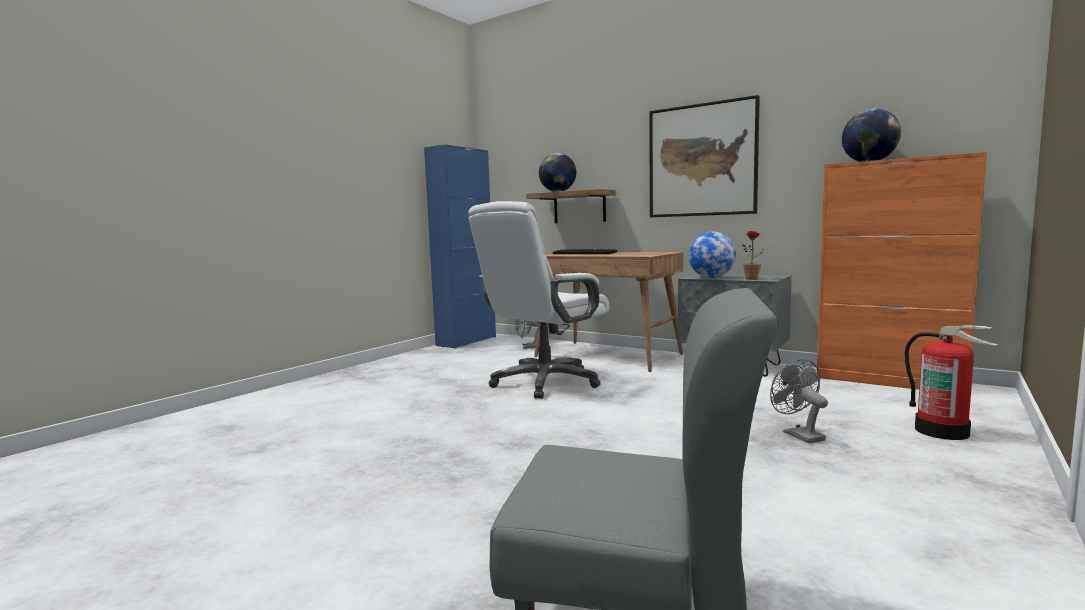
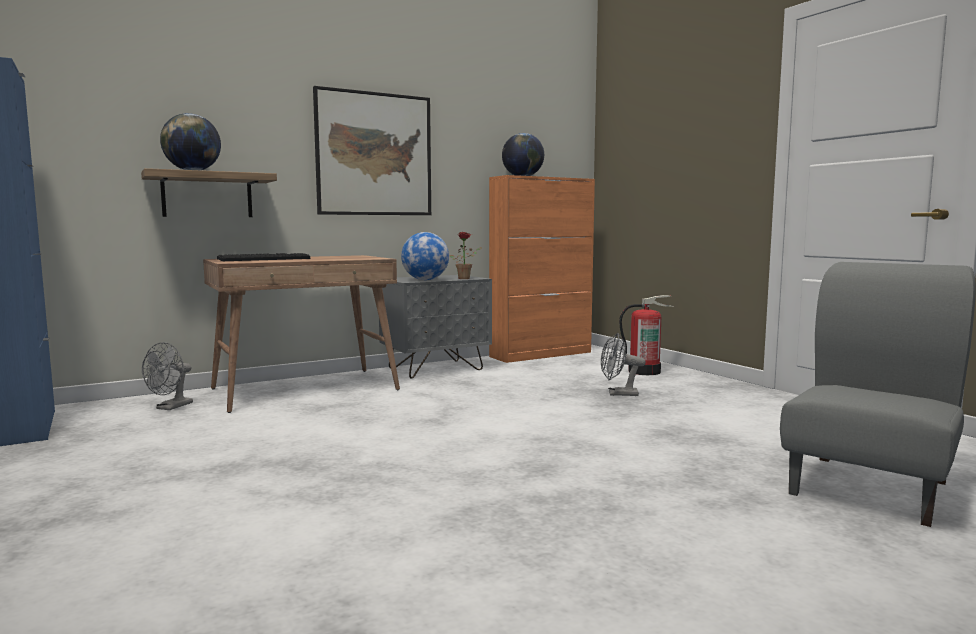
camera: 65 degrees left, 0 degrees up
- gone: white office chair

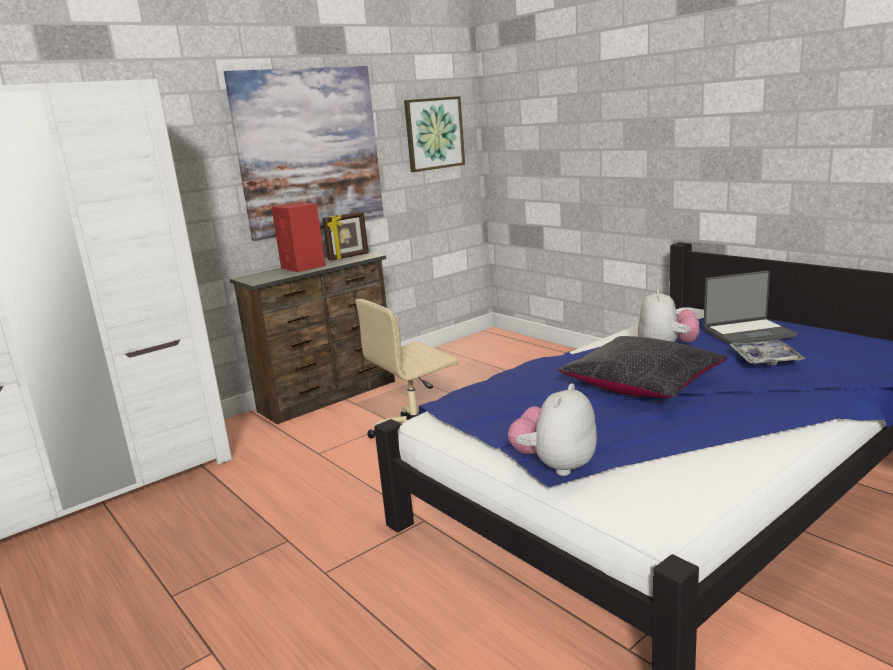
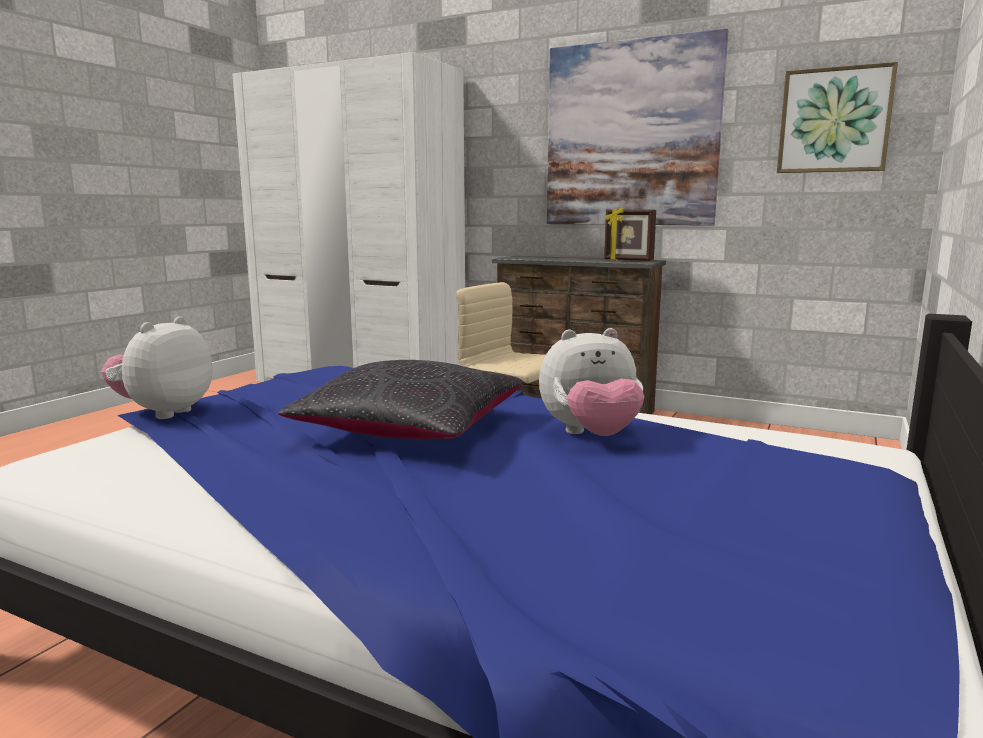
camera: 65 degrees right, 5 degrees down
- gone: red speaker
- gone: laptop
- gone: tray
- rotated: plush toy (no. 1 from left) 75 degrees counterclockwise

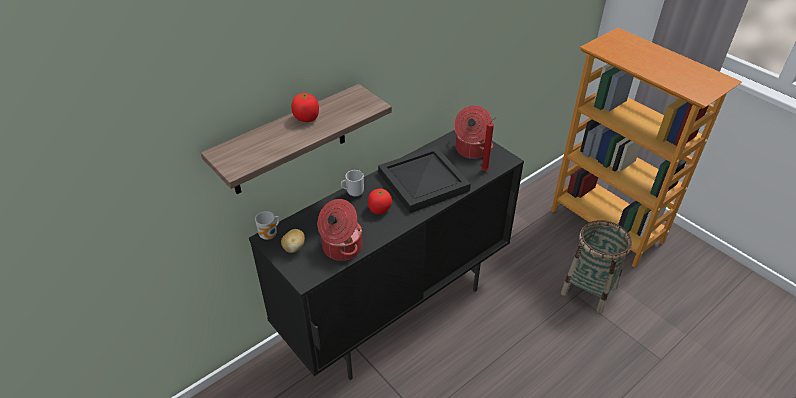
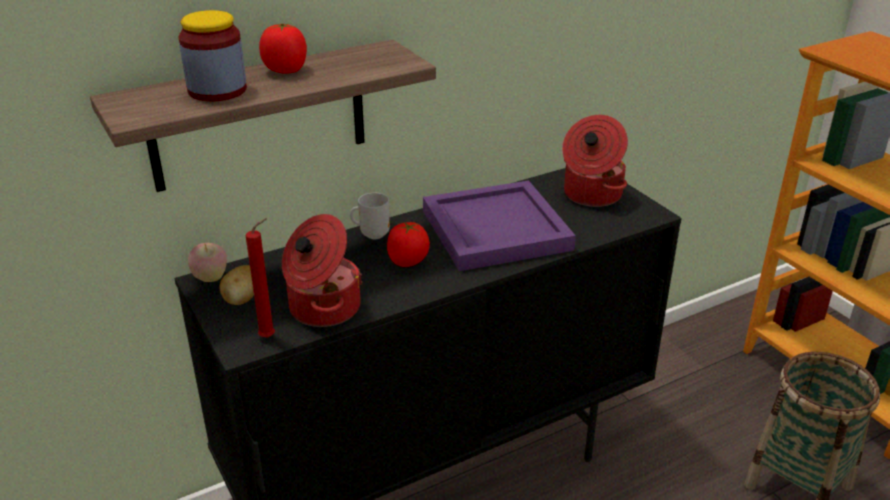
camera: 10 degrees right, 10 degrees down
- new: jar
- shifted: red candle
- swapped: mug (no. 1 from left) to apple
- repainted: black tray to purple tray

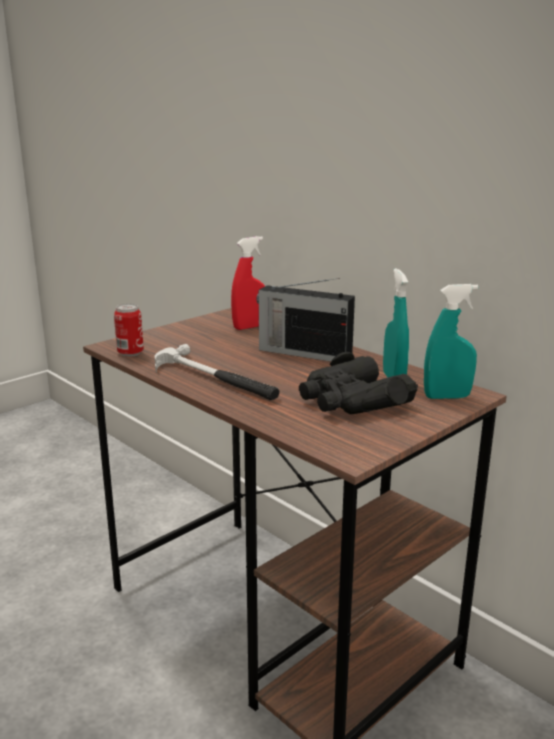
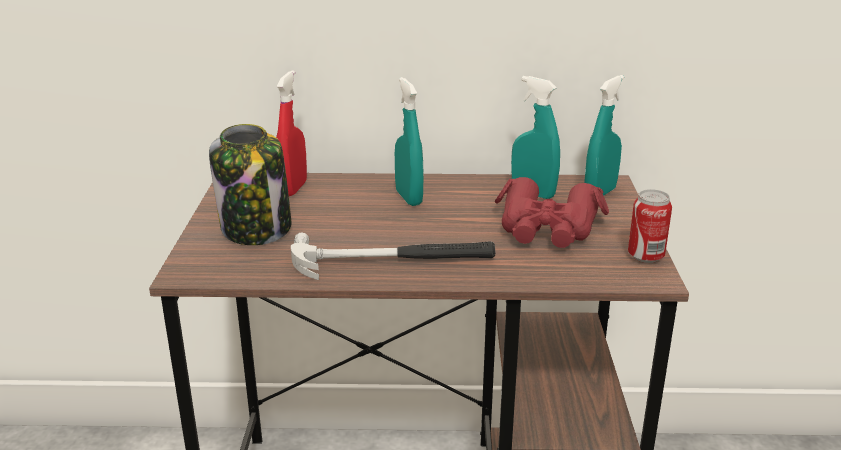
camera: 45 degrees left, 5 degrees up
- new: jar
- shifted: can
- swapped: radio to turquoise spray bottle (no. 1 from left)
- repainted: black binoculars to red binoculars

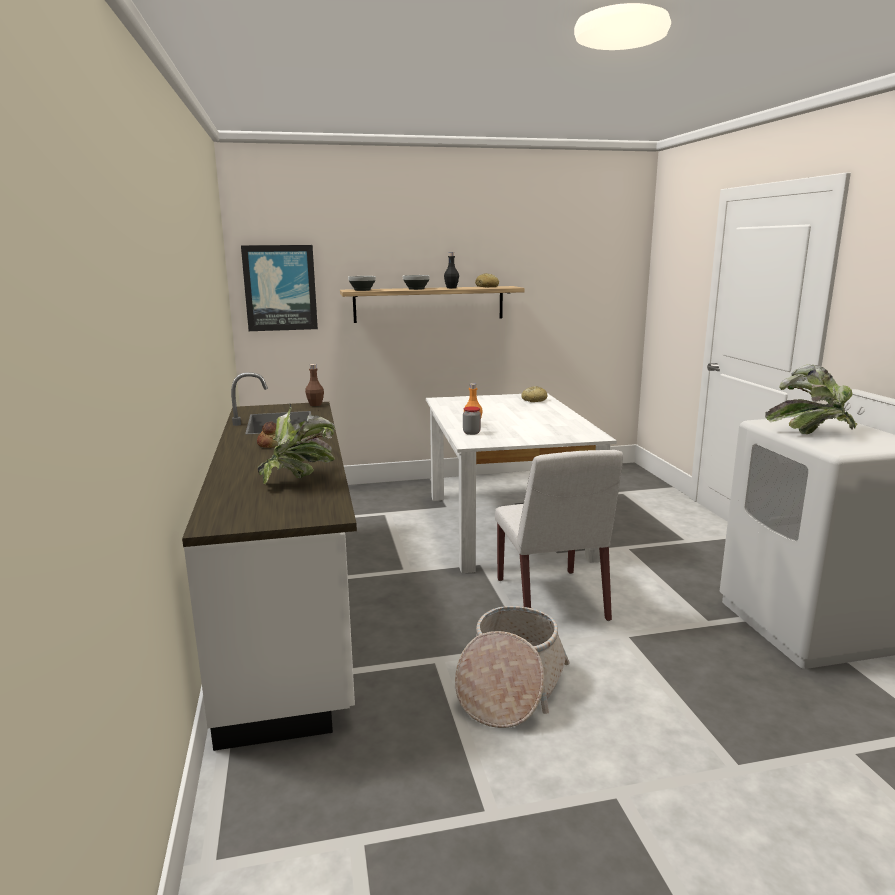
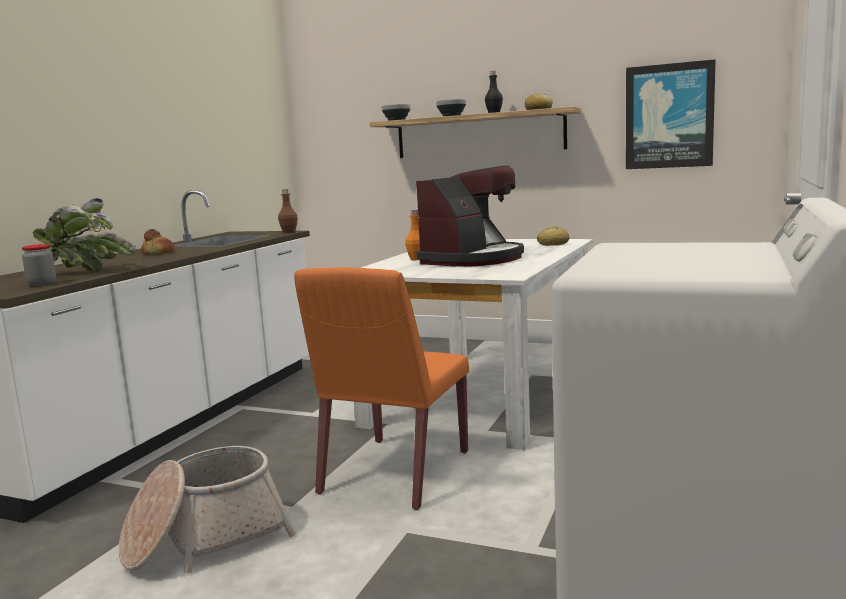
camera: 35 degrees right, 5 degrees down
- gone: potted plant (no. 2 from left)
- new: coffee machine
- shifted: picture
- shifted: jar
- repainted: white chair to orange chair

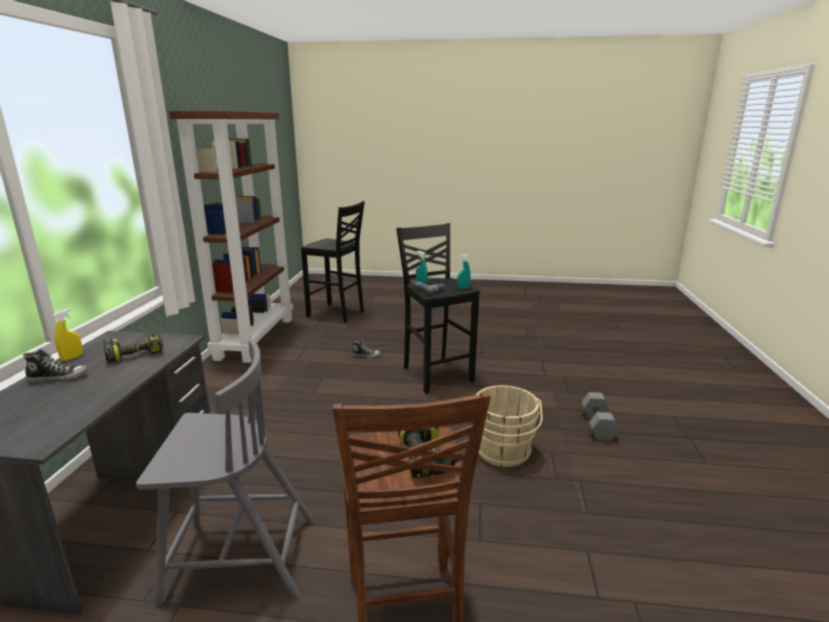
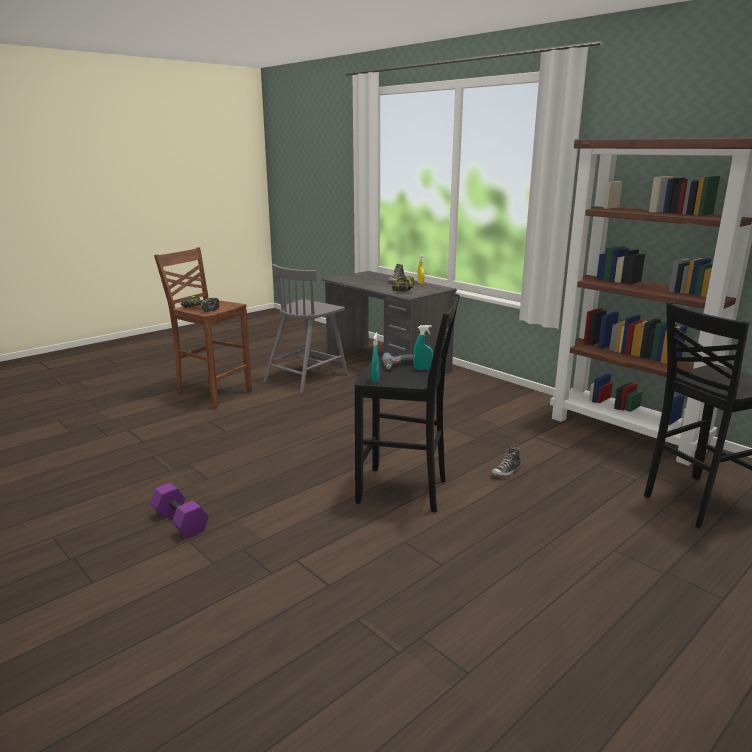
camera: 130 degrees right, 0 degrees up
- gone: beige bucket
- repainted: grey dumbbell to purple dumbbell

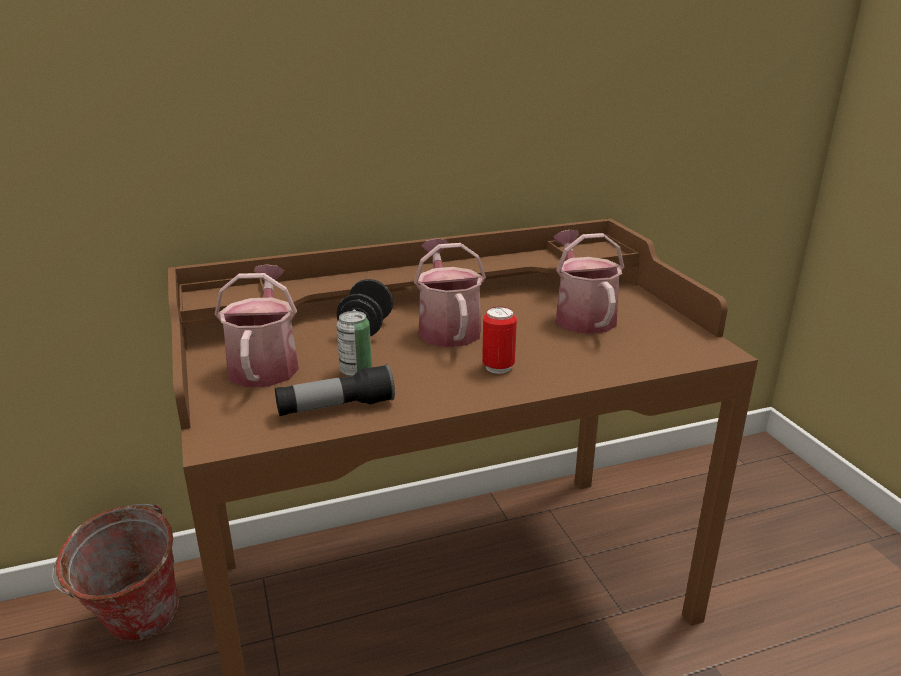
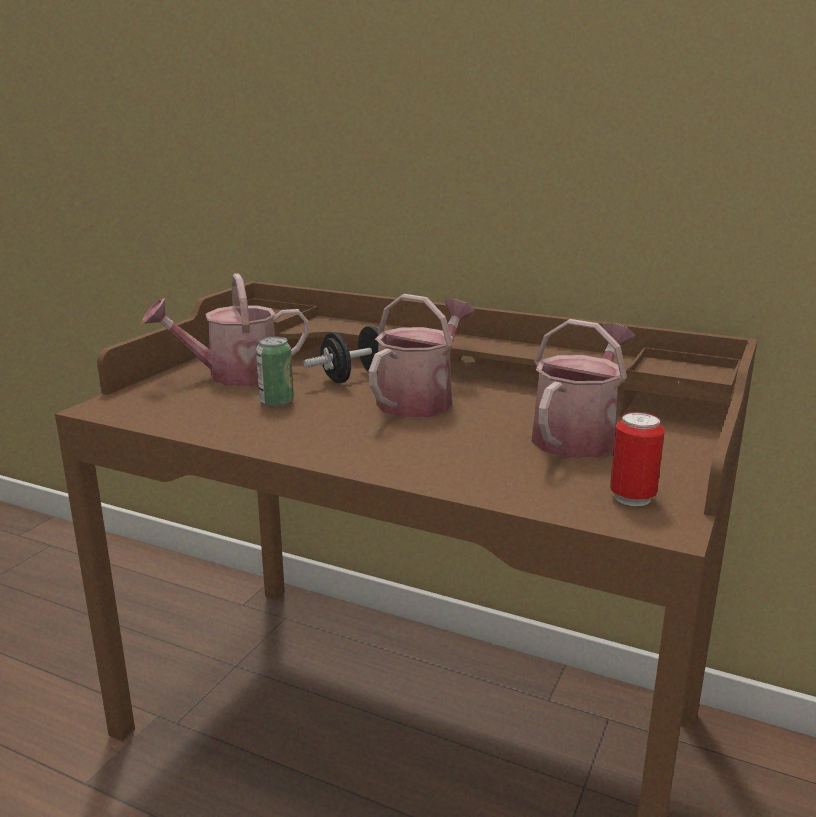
camera: 45 degrees right, 5 degrees down
- gone: bucket
- gone: flashlight
- shifted: can (no. 2 from left)
- rotated: watering can (no. 1 from left) 150 degrees counterclockwise

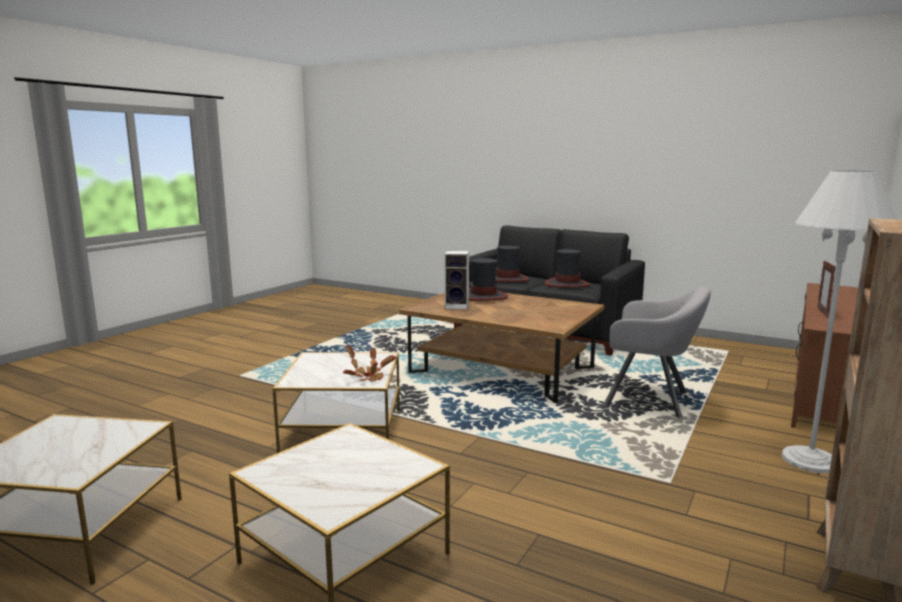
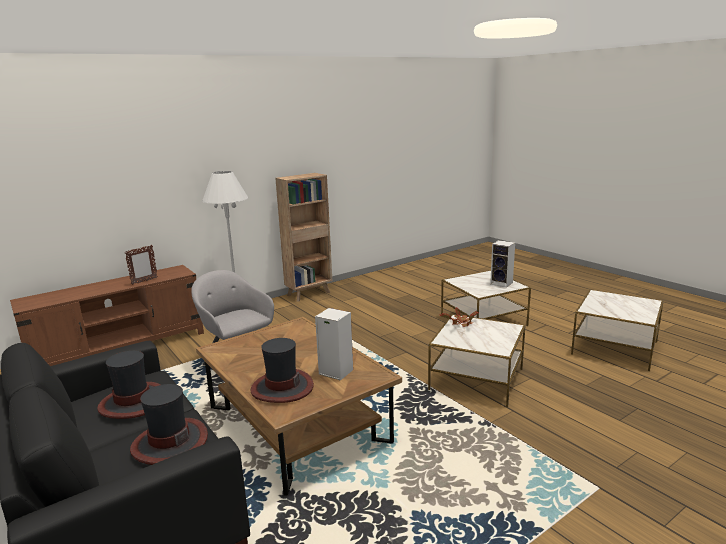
camera: 155 degrees left, 5 degrees up
- new: speaker (no. 2 from left)

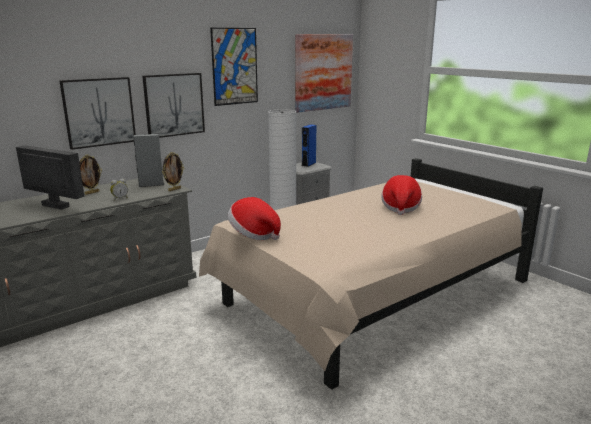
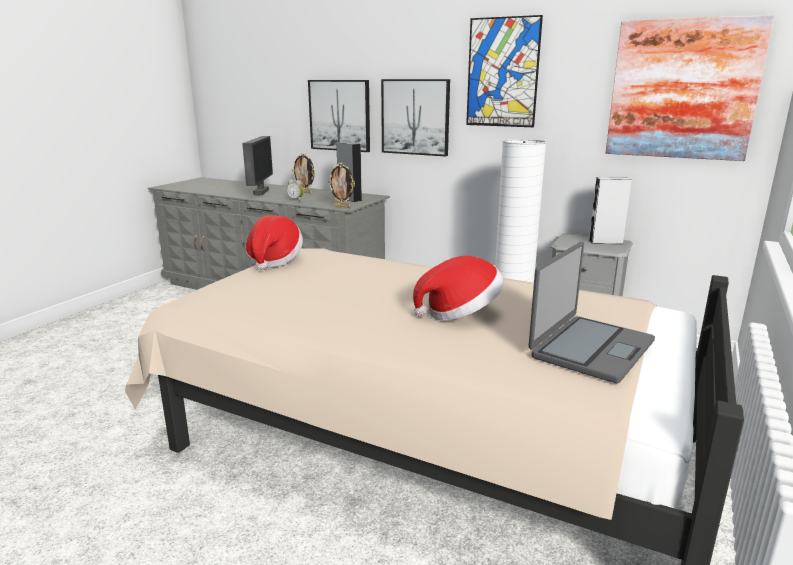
camera: 65 degrees right, 0 degrees up
- new: laptop
- repainted: blue speaker to grey speaker (no. 2 from left)

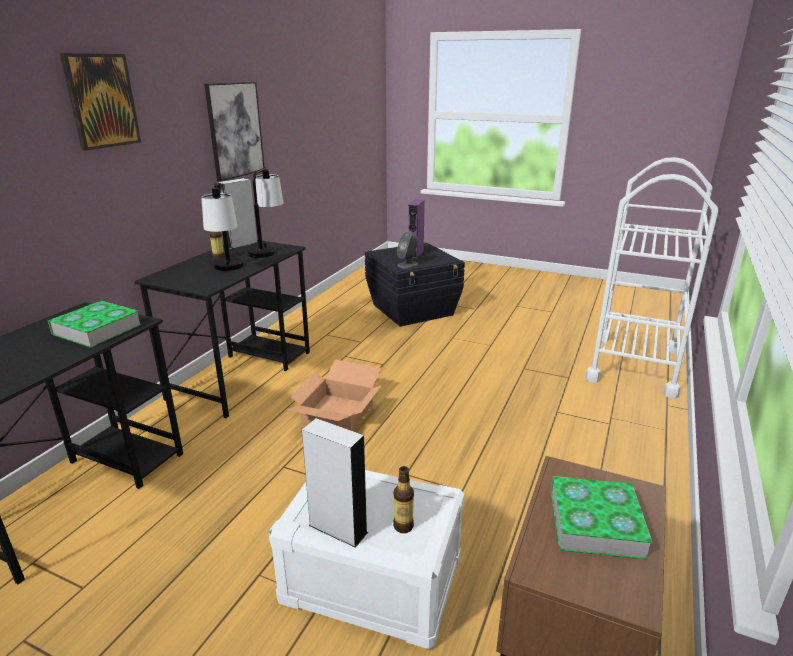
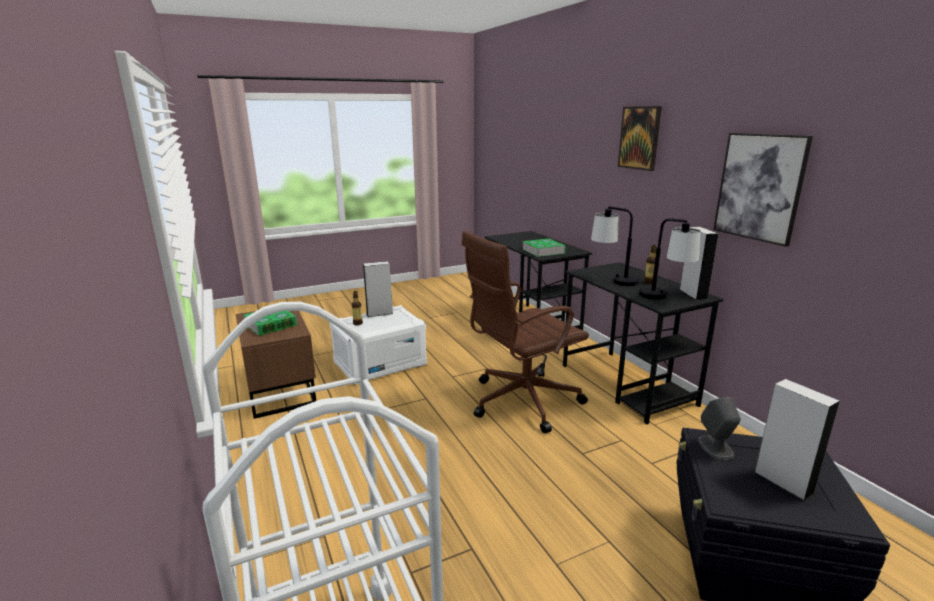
camera: 130 degrees right, 5 degrees down
- swapped: cardboard box to brown office chair
- repainted: purple speaker to grey speaker (no. 4 from left)

